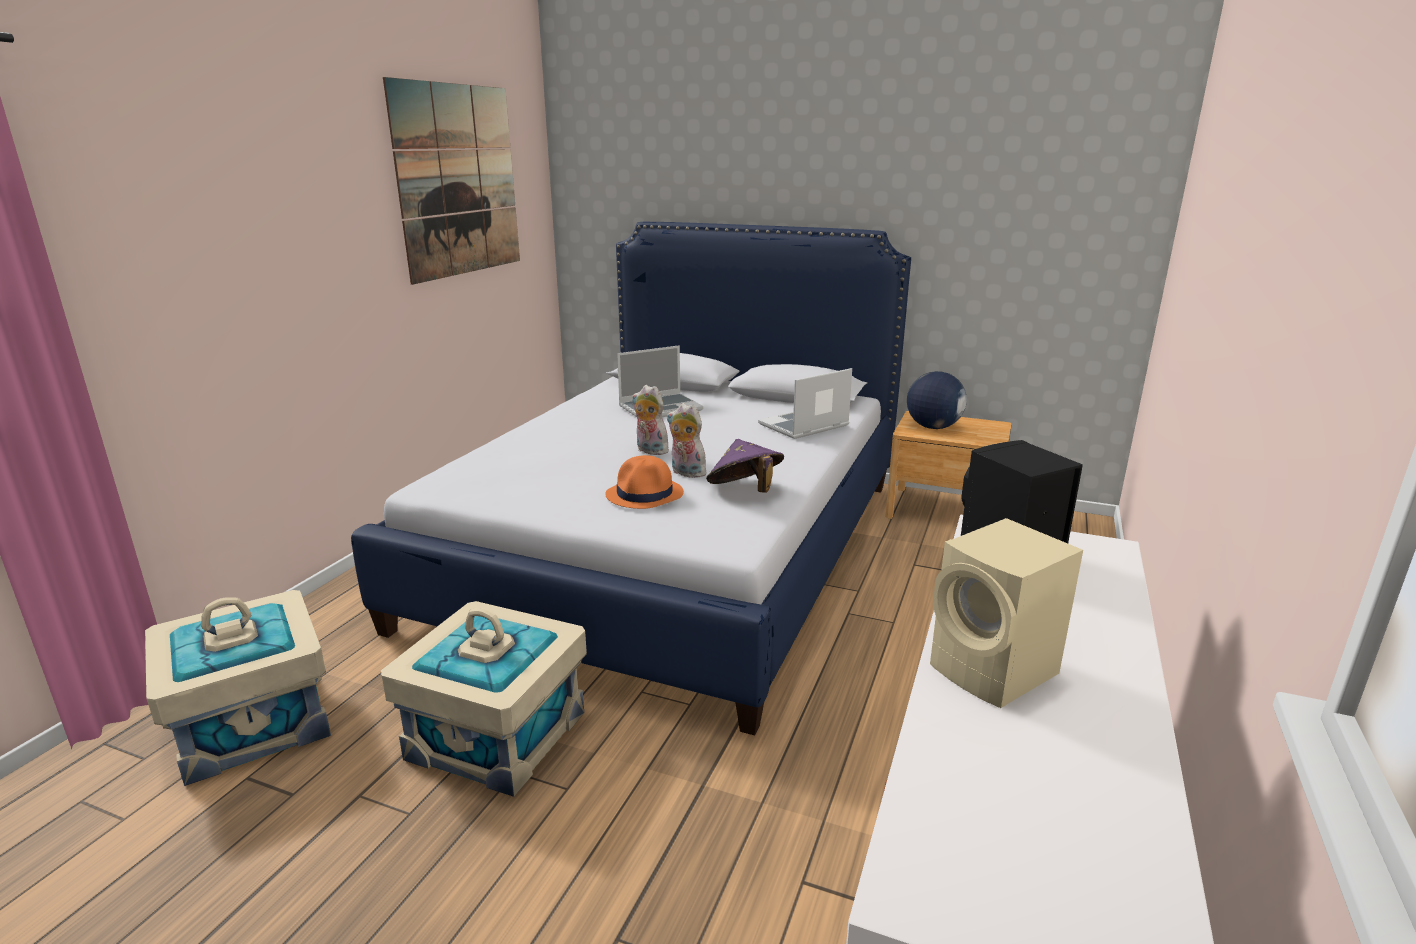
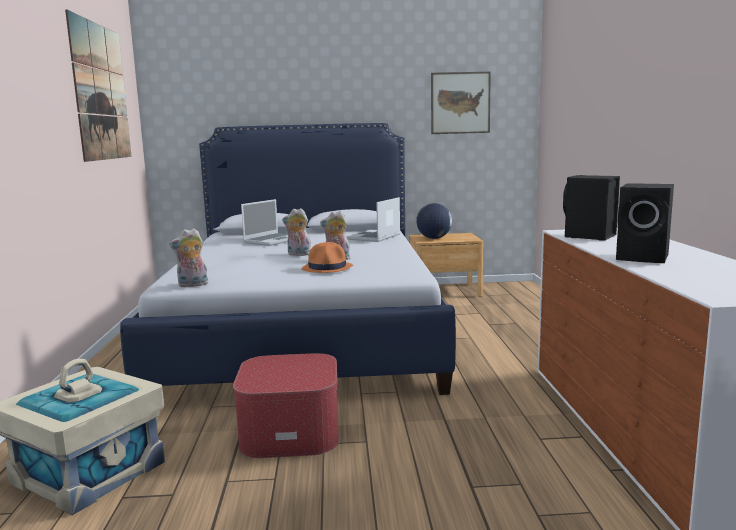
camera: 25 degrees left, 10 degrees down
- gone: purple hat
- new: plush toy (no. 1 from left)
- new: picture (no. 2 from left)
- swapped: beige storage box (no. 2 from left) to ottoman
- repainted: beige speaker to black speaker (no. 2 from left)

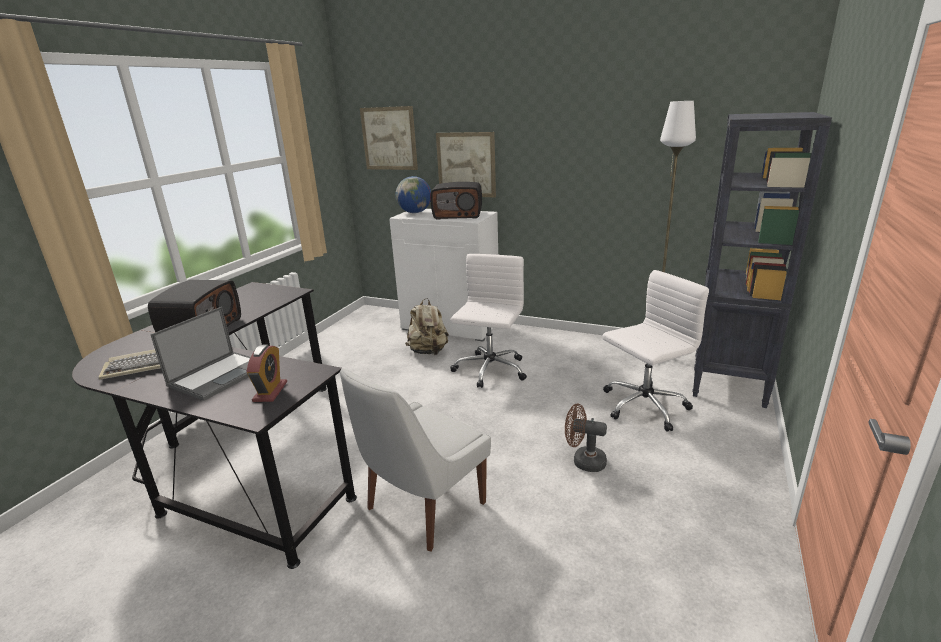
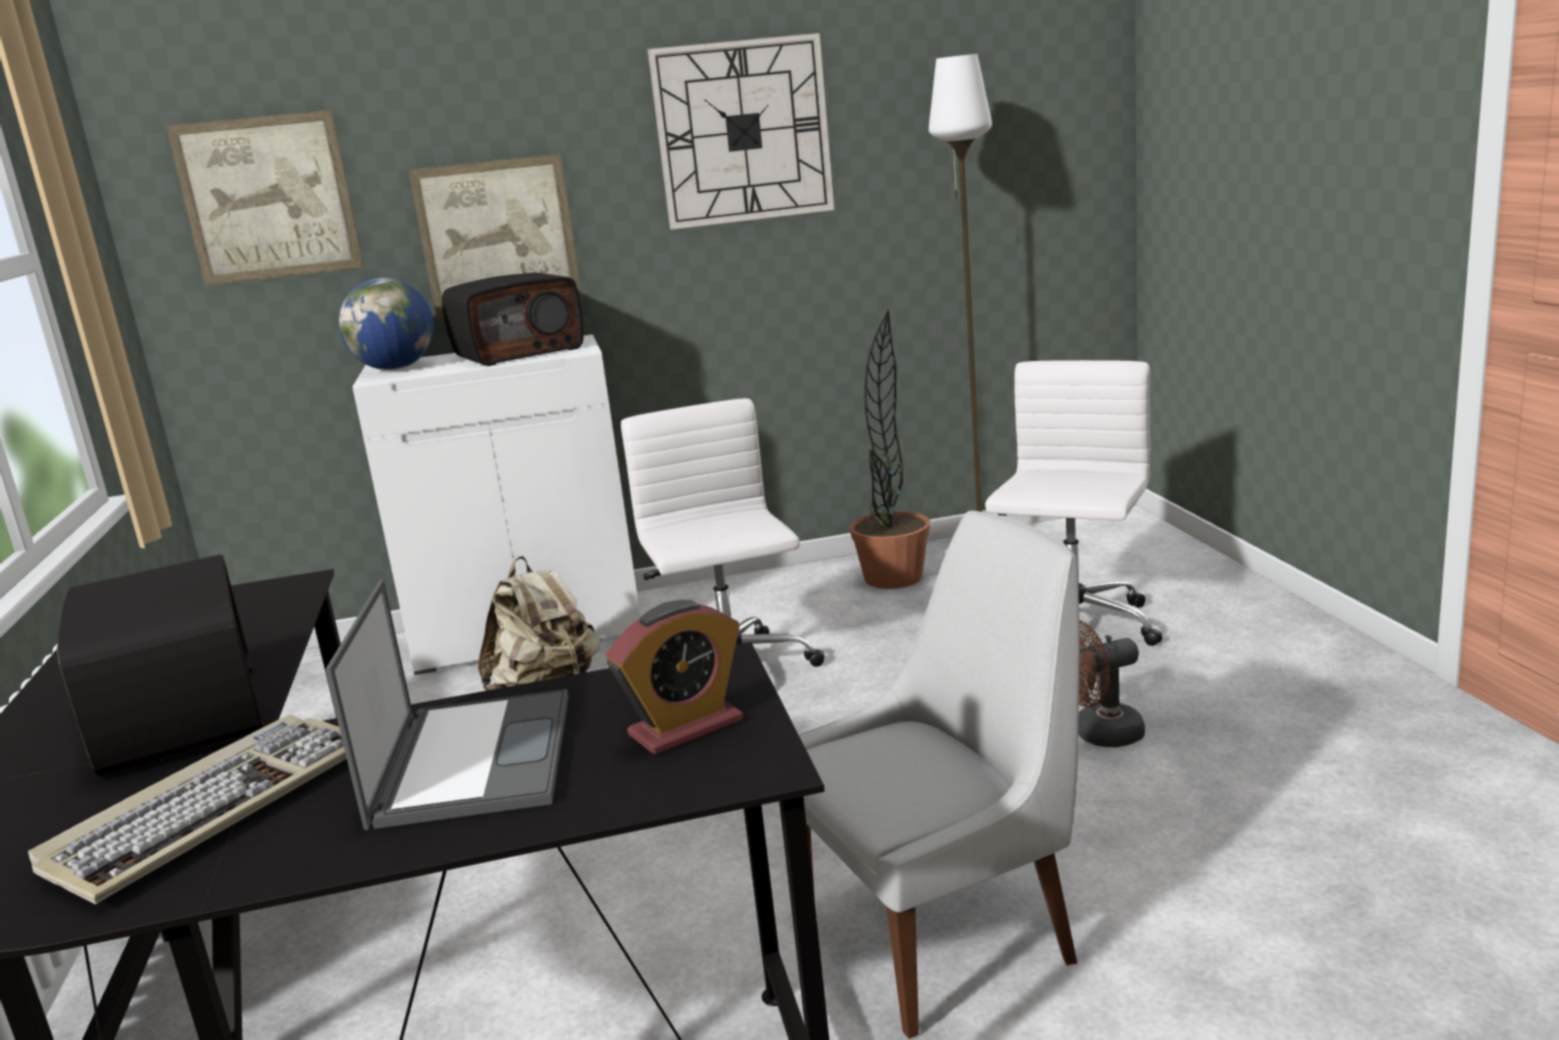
camera: 35 degrees left, 5 degrees down
- gone: black bookcase
- new: wall clock
- new: potted plant
- rotated: alarm clock 90 degrees clockwise
- rotated: white chair 120 degrees counterclockwise

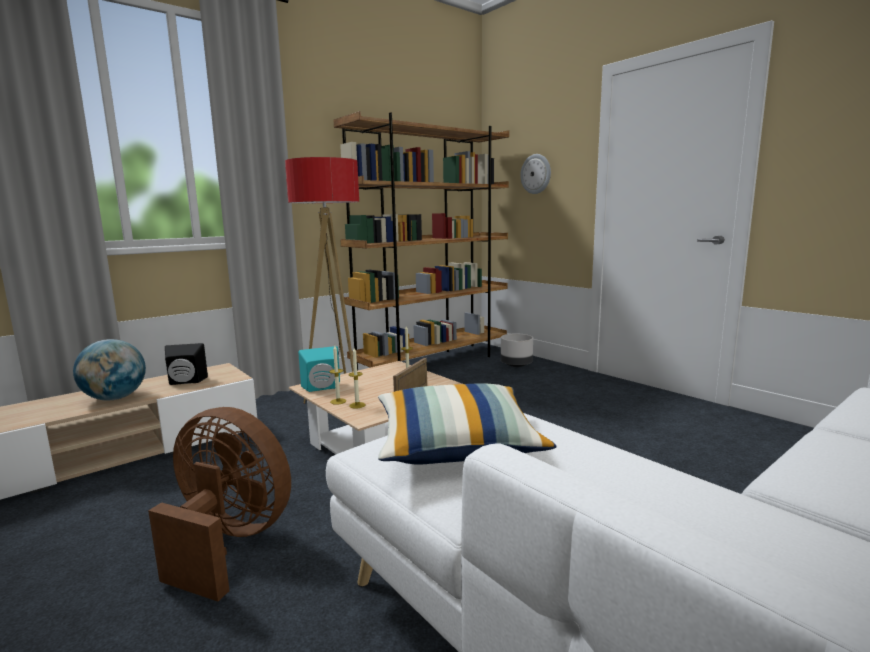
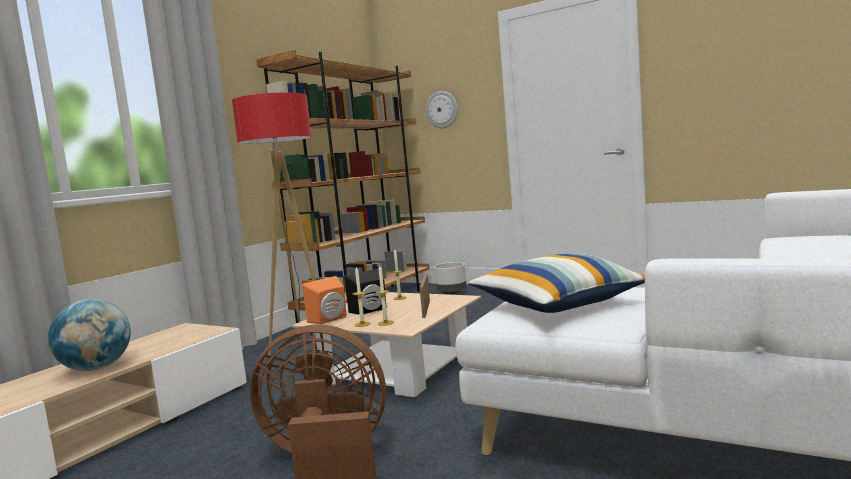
camera: 20 degrees left, 5 degrees down
- shifted: black speaker
- repainted: turquoise speaker to orange speaker

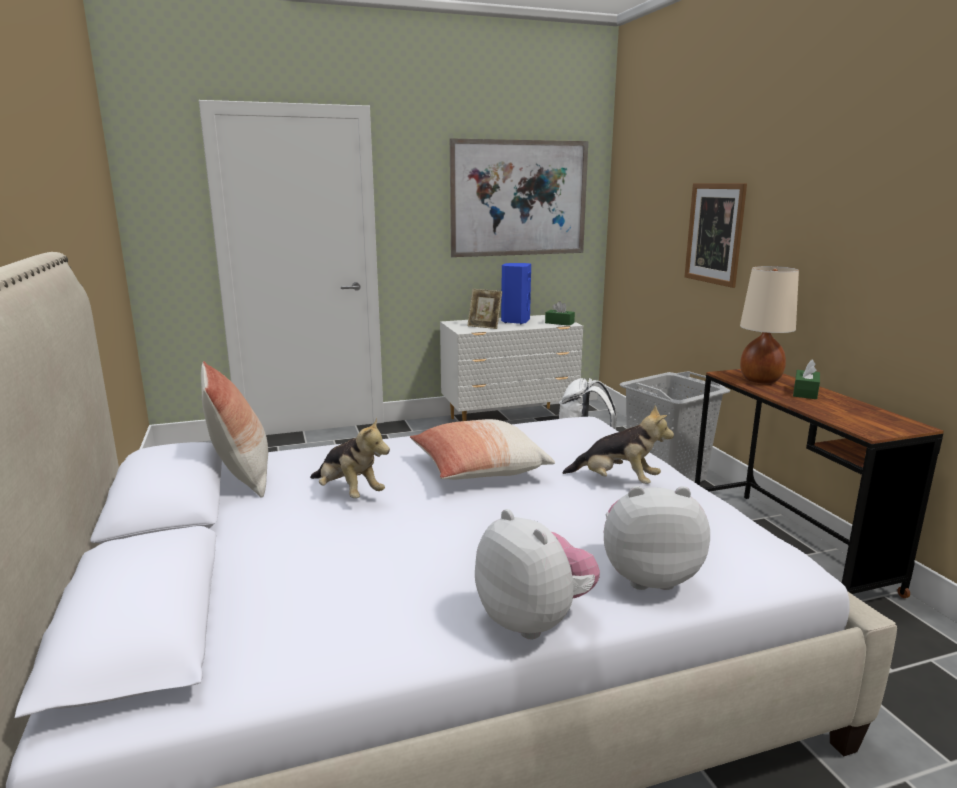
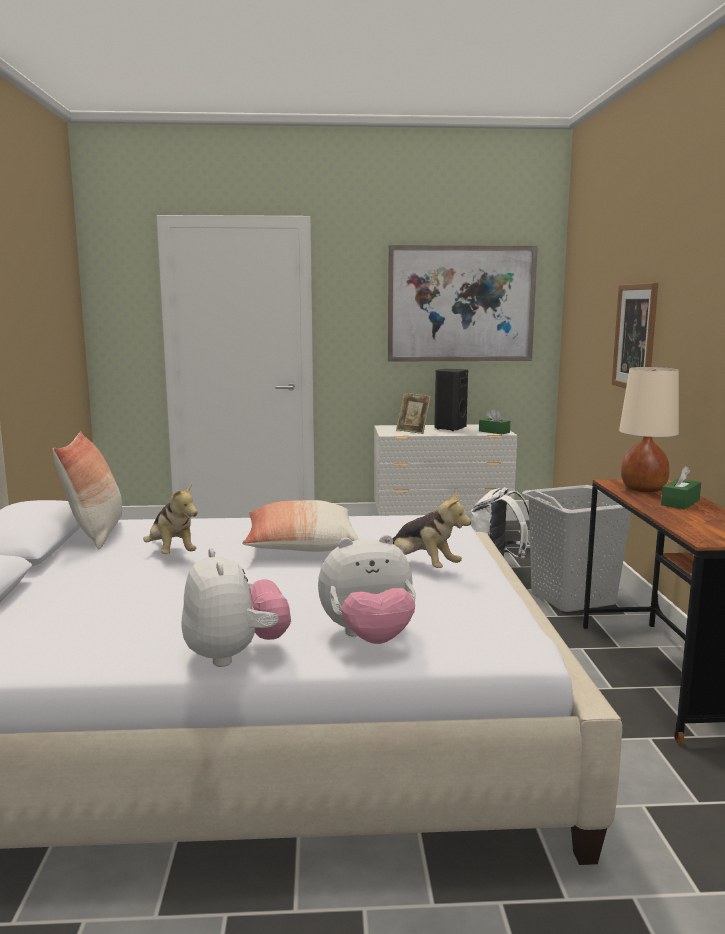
camera: 15 degrees right, 5 degrees down
- repainted: blue speaker to black speaker
- rotated: plush toy (no. 4 from left in the first image) 150 degrees clockwise

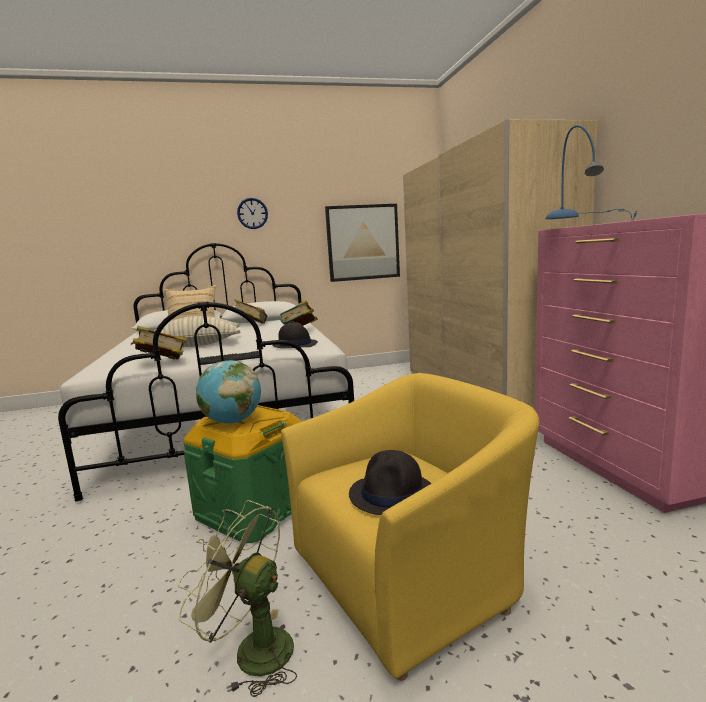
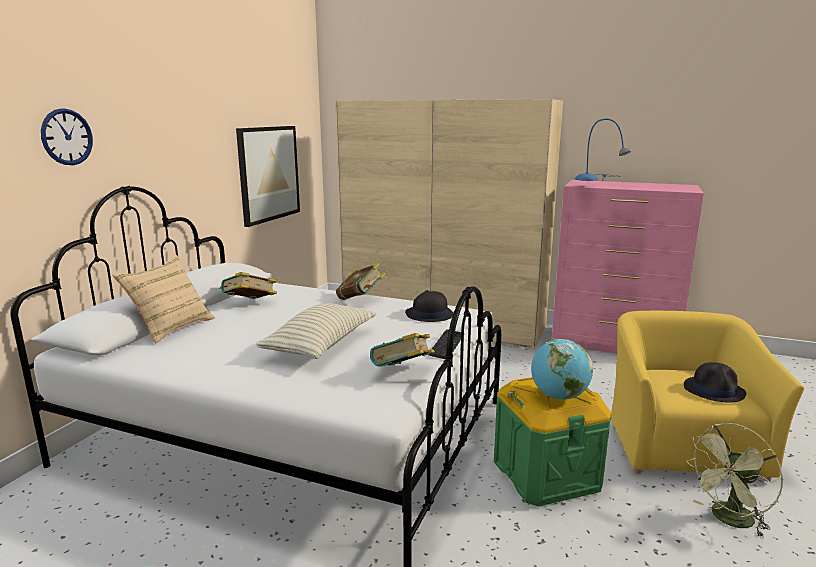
camera: 55 degrees left, 5 degrees up
- shifted: wall clock

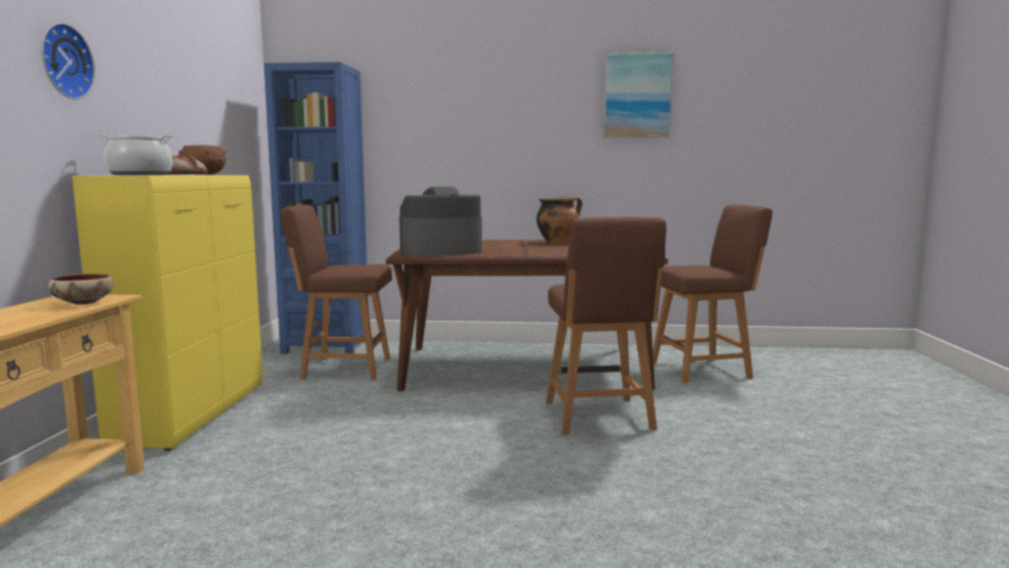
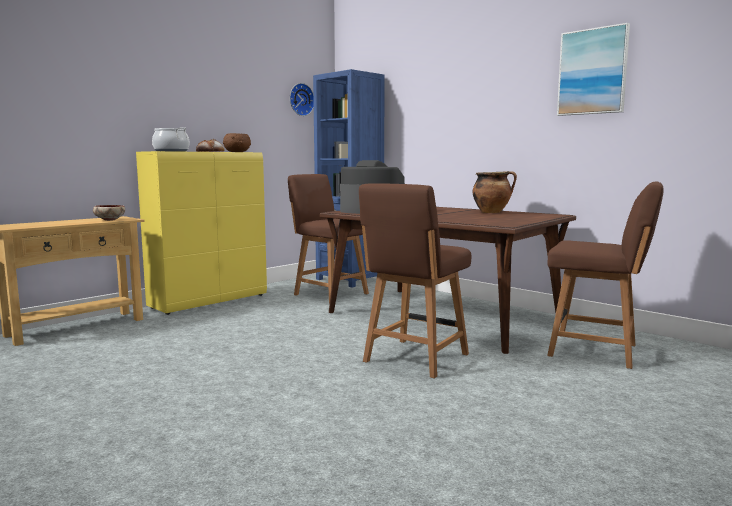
camera: 40 degrees right, 0 degrees up
- shifted: wall clock

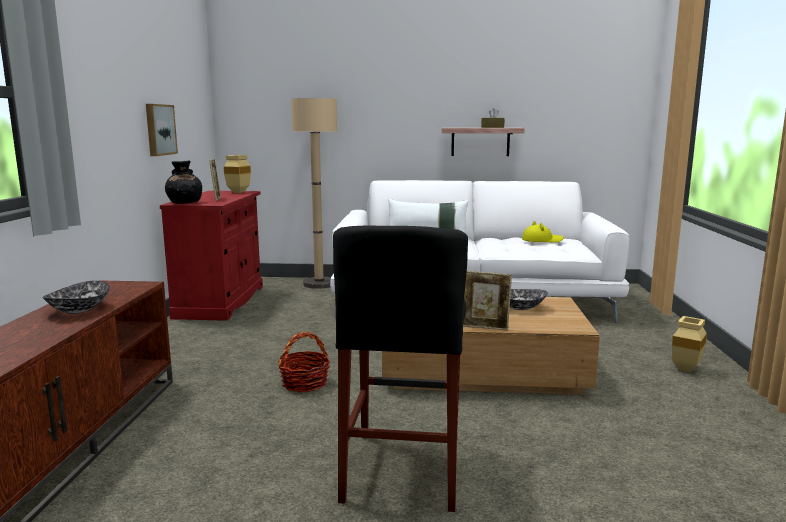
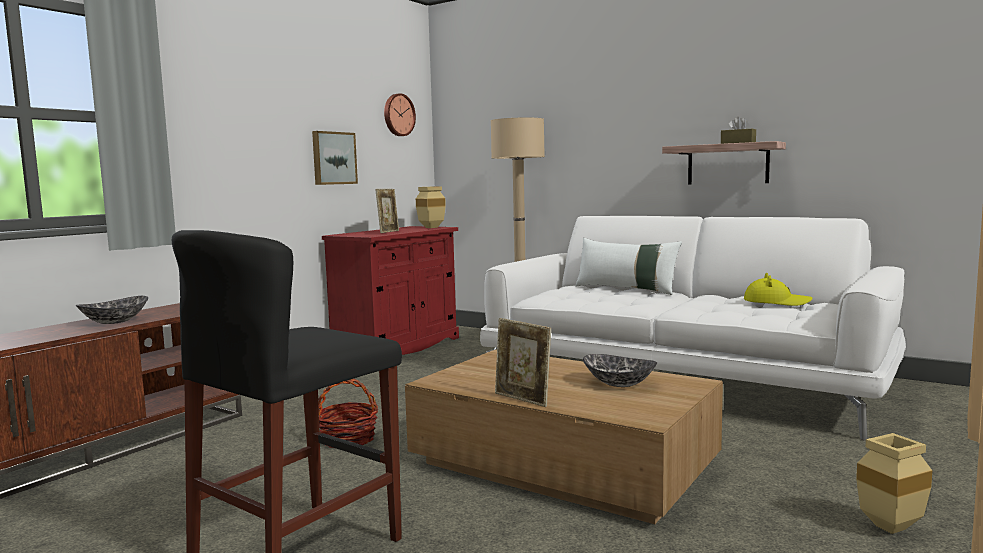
camera: 30 degrees right, 5 degrees down
- gone: black vase
- new: wall clock

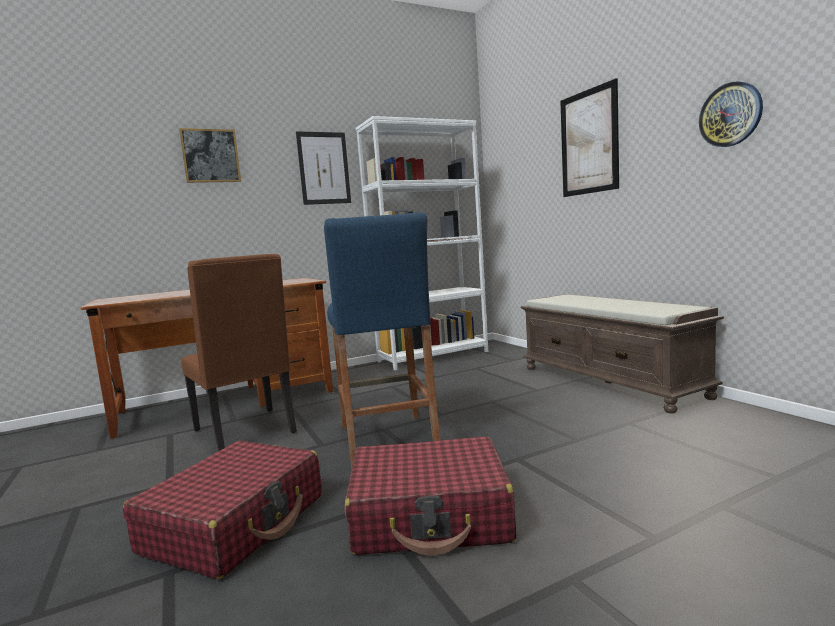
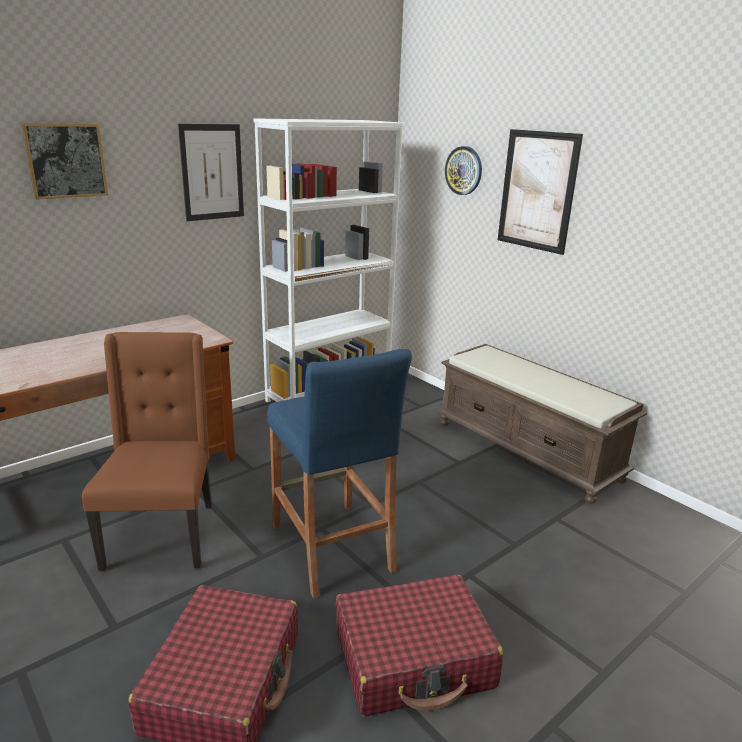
camera: 15 degrees left, 15 degrees up
- shifted: wall clock
- rotated: brown chair 135 degrees counterclockwise

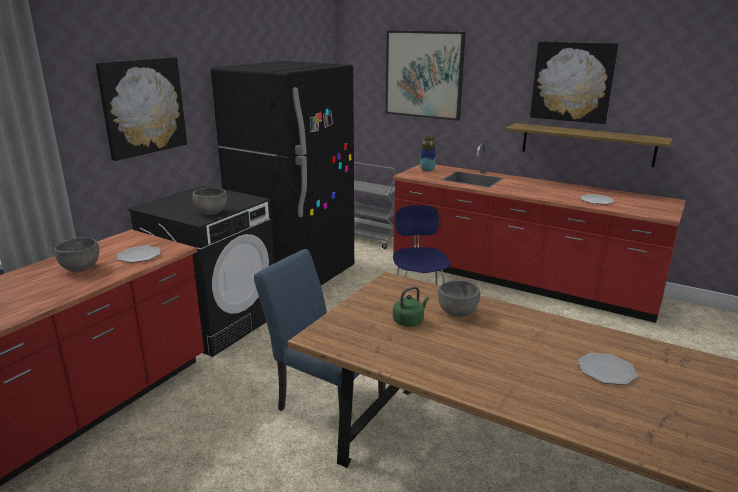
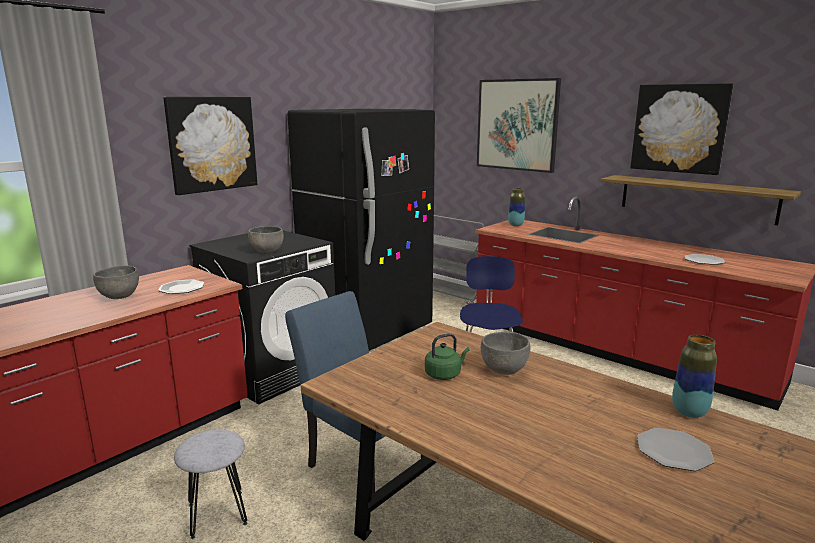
camera: 10 degrees right, 5 degrees down
- new: grey stool
- new: vase (no. 2 from left)

